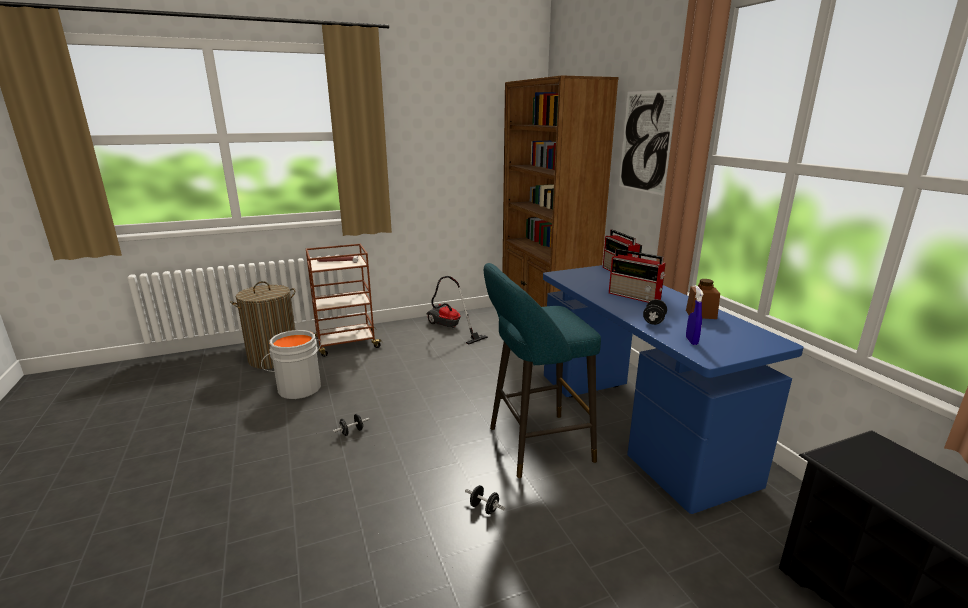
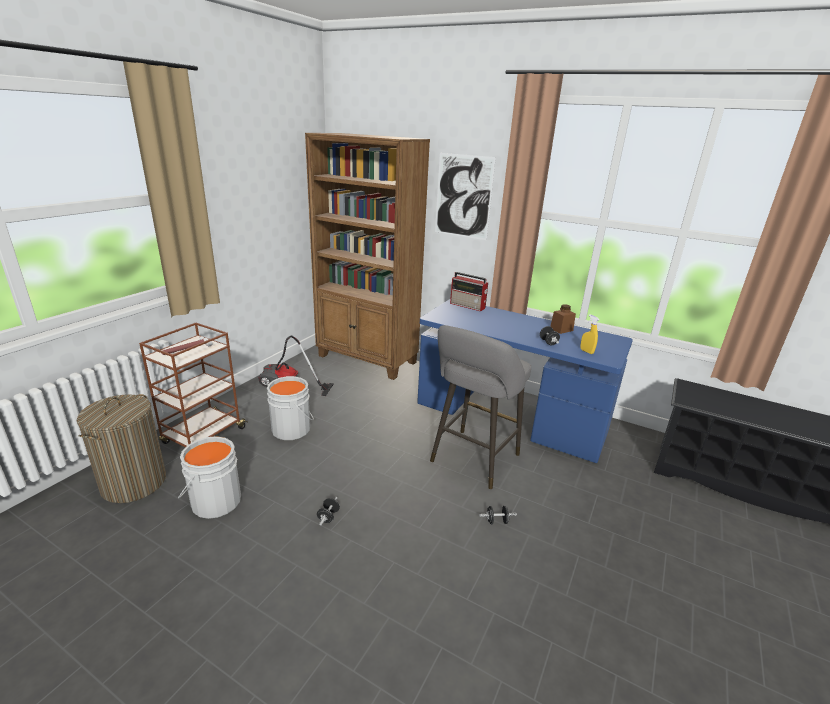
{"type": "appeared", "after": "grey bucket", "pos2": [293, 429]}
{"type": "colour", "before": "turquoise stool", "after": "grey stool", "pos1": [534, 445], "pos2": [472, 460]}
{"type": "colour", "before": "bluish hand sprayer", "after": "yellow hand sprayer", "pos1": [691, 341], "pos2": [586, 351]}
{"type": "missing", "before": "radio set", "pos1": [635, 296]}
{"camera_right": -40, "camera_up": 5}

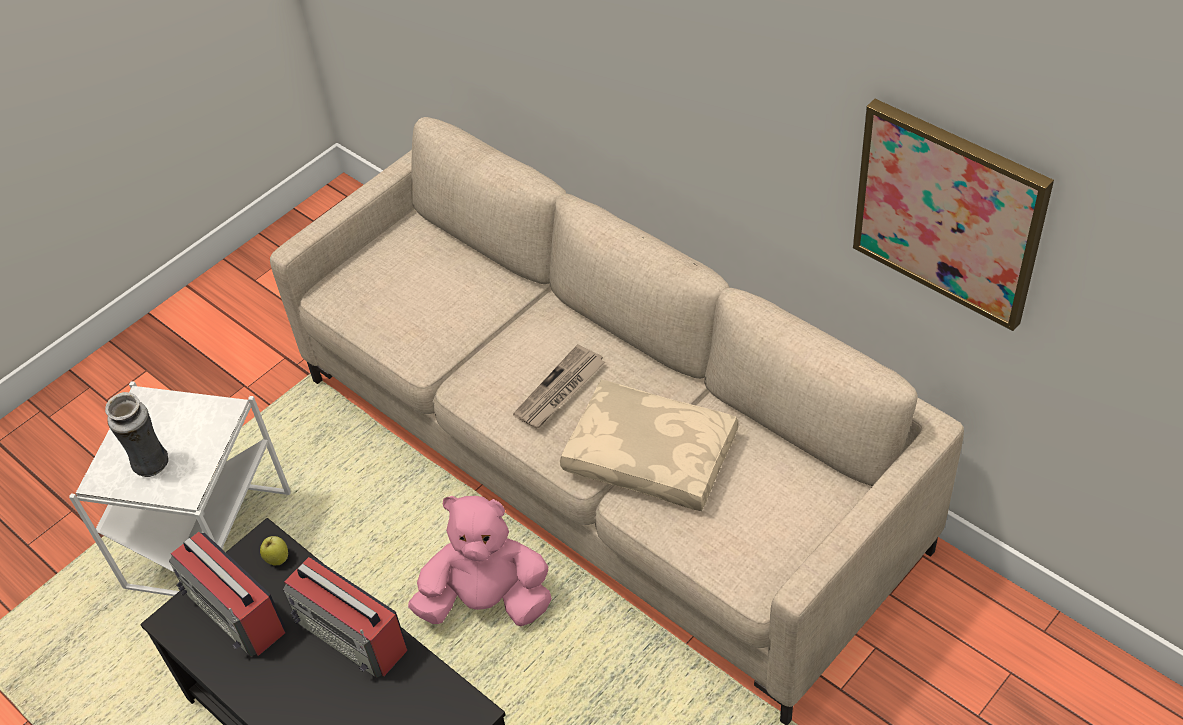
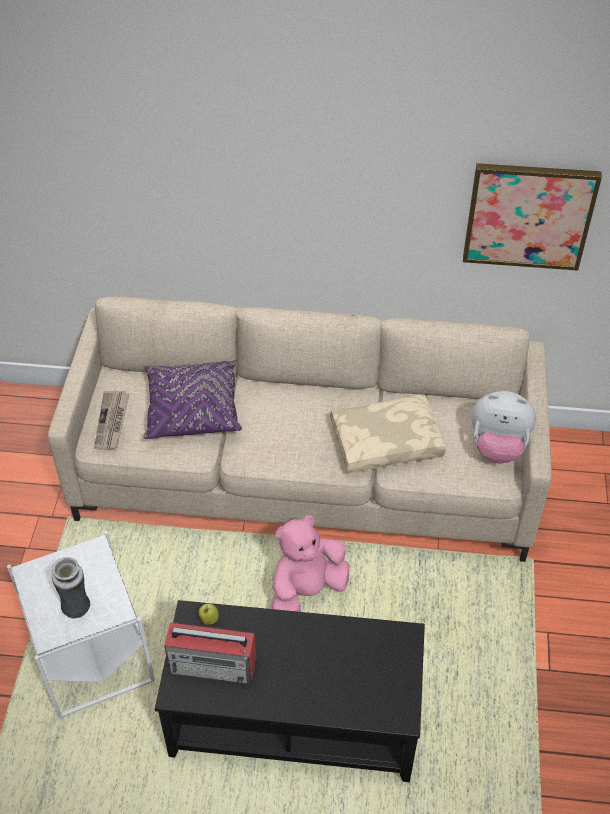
{"type": "relocated", "before": "newspaper", "pos1": [560, 390], "pos2": [112, 422]}
{"type": "appeared", "after": "purple-coloured pillow", "pos2": [192, 409]}
{"type": "appeared", "after": "cuddly toy", "pos2": [498, 447]}
{"type": "missing", "before": "radio set", "pos1": [353, 636]}
{"camera_right": -40, "camera_up": 0}

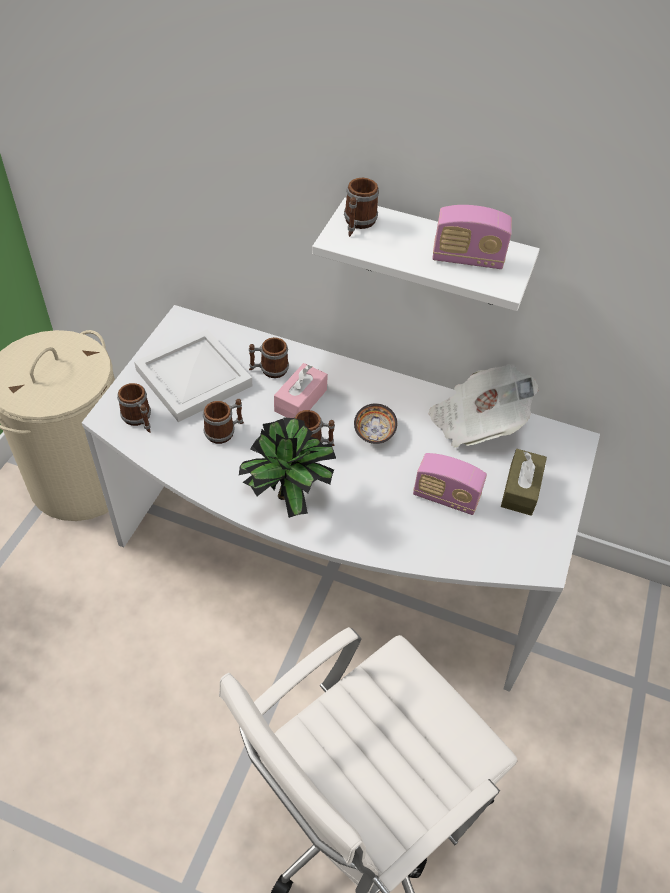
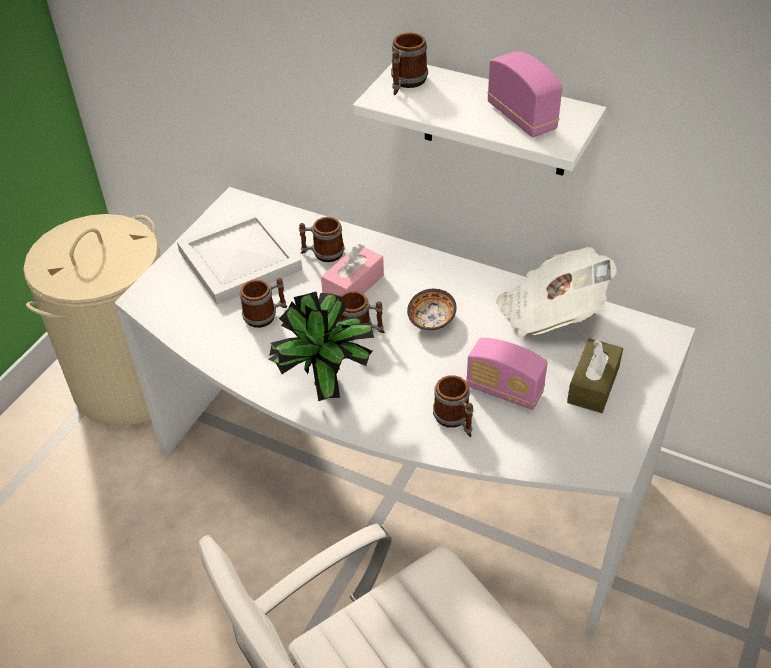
{"type": "relocated", "before": "mug", "pos1": [139, 420], "pos2": [455, 420]}
{"type": "spun", "before": "radio set", "pos1": [467, 259], "pos2": [521, 117], "turn": -135}
{"camera_right": 10, "camera_up": -5}

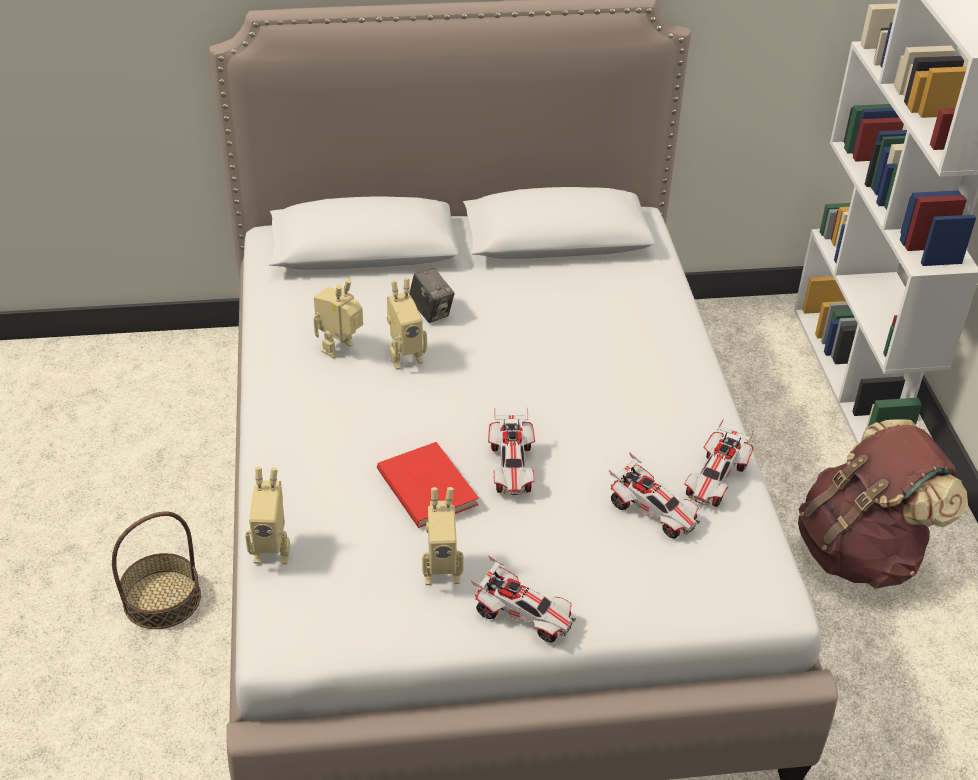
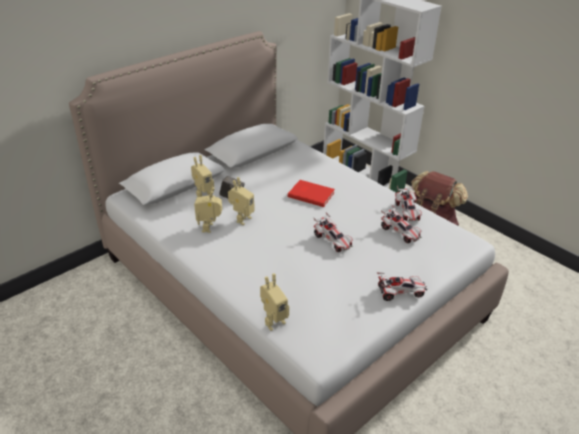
{"type": "relocated", "before": "robot figure", "pos1": [441, 571], "pos2": [203, 195]}
{"type": "relocated", "before": "red-coloured book", "pos1": [429, 485], "pos2": [311, 194]}
{"type": "spun", "before": "miniature car", "pos1": [653, 512], "pos2": [400, 232], "turn": 45}
{"type": "missing", "before": "basket", "pos1": [162, 599]}
{"camera_right": -35, "camera_up": -5}

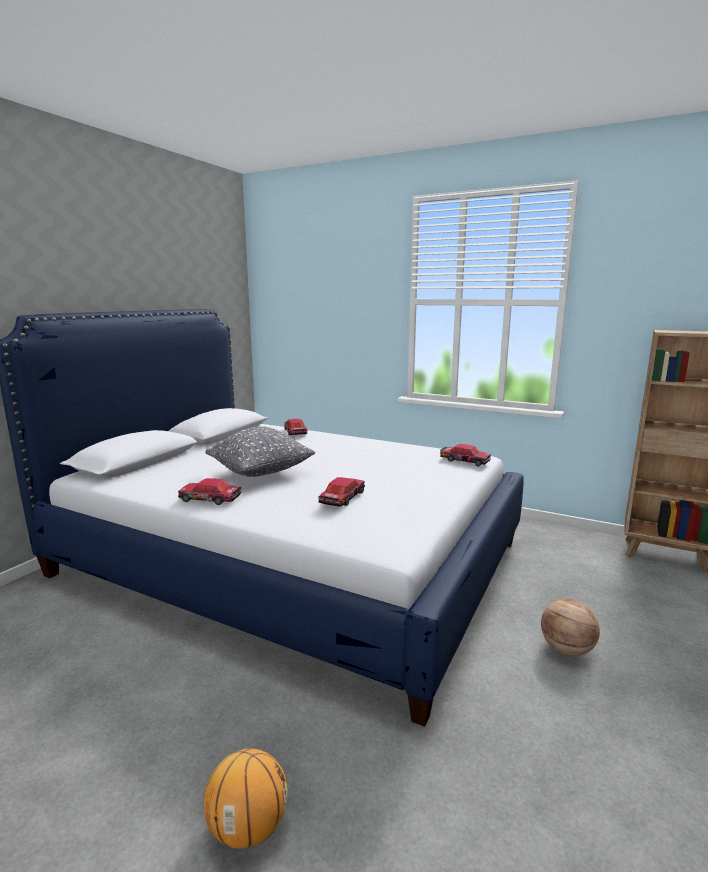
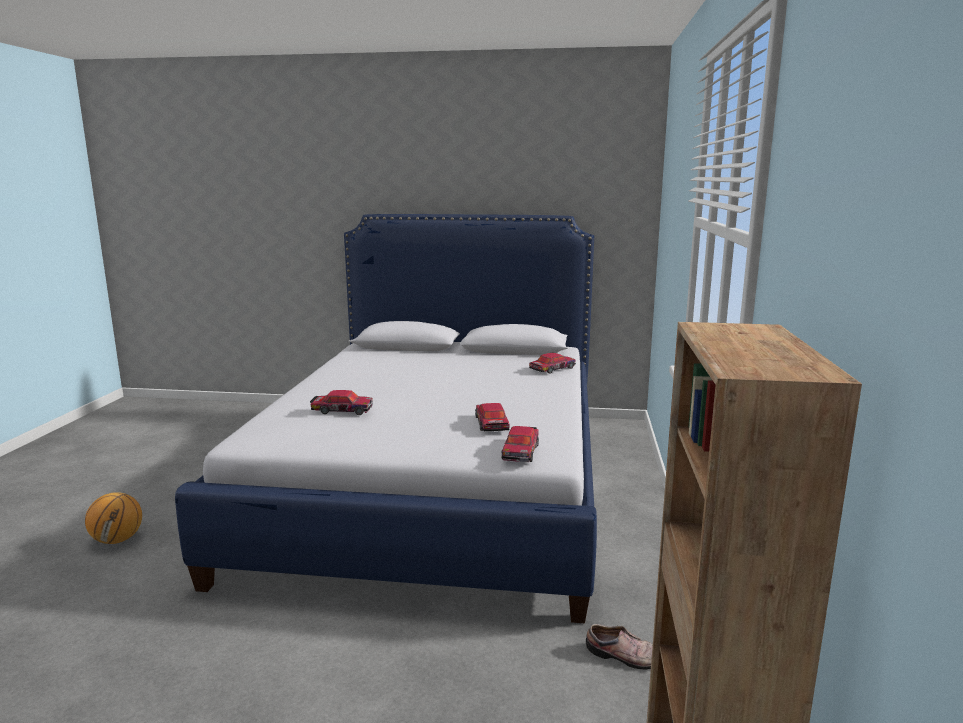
{"type": "relocated", "before": "miniature car", "pos1": [210, 499], "pos2": [491, 424]}
{"type": "appeared", "after": "shoe", "pos2": [625, 657]}
{"type": "missing", "before": "grey pillow", "pos1": [260, 473]}
{"type": "missing", "before": "basketball", "pos1": [566, 649]}
{"camera_right": 70, "camera_up": 0}

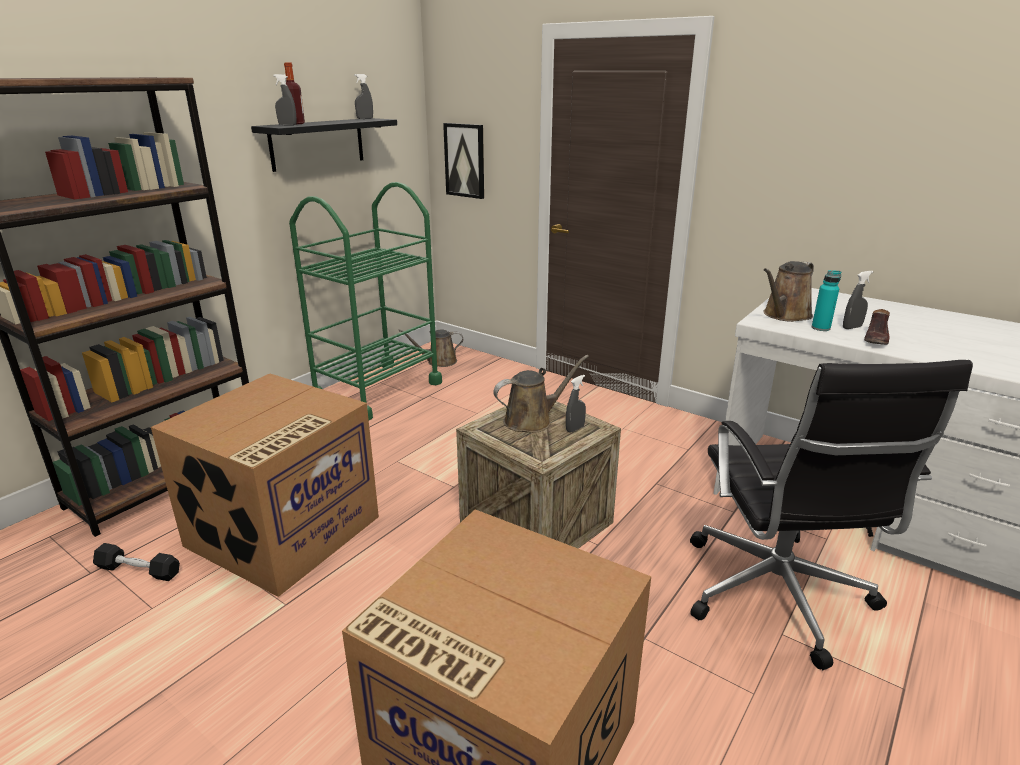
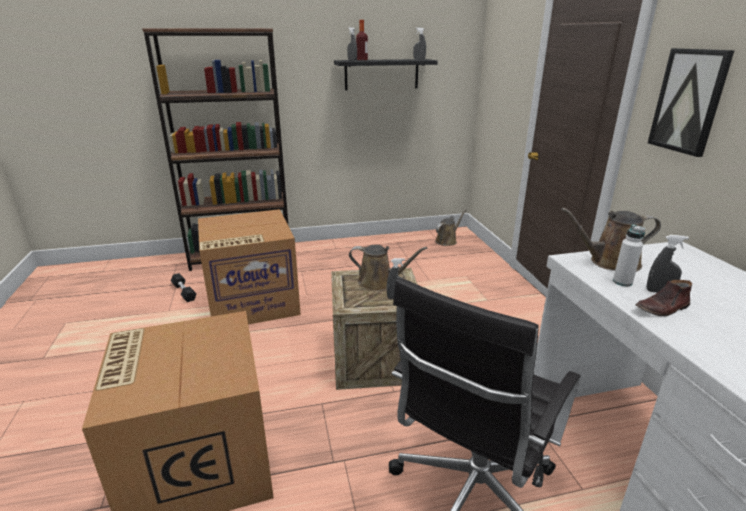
{"type": "spun", "before": "brown watering can", "pos1": [439, 362], "pos2": [447, 241], "turn": 105}
{"type": "colour", "before": "turquoise beverage bottle", "after": "white-coloured beverage bottle", "pos1": [820, 328], "pos2": [622, 282]}
{"type": "relocated", "before": "wall art", "pos1": [465, 160], "pos2": [689, 101]}
{"type": "missing", "before": "green wheeled cart", "pos1": [377, 390]}
{"camera_right": 40, "camera_up": 0}

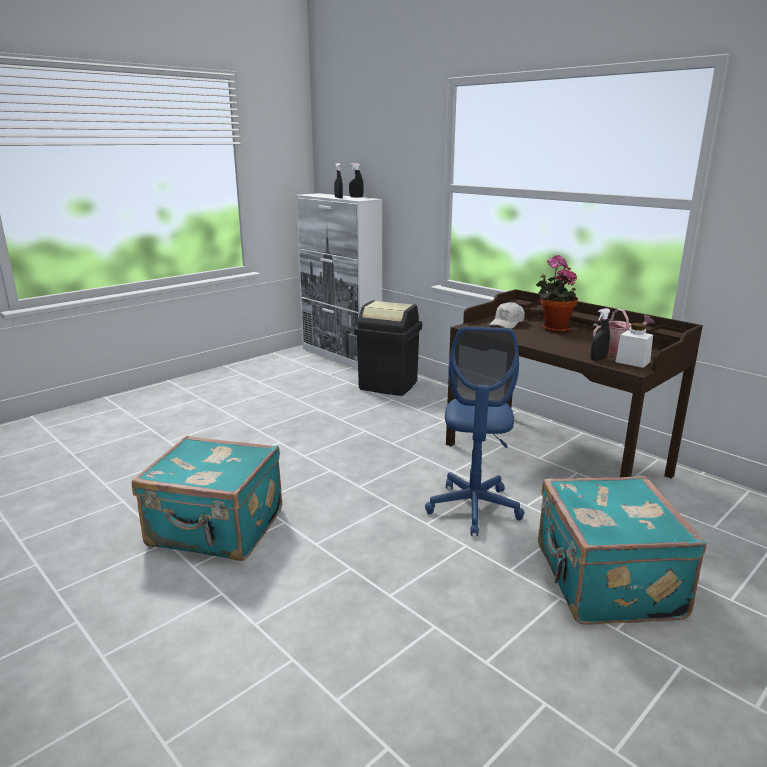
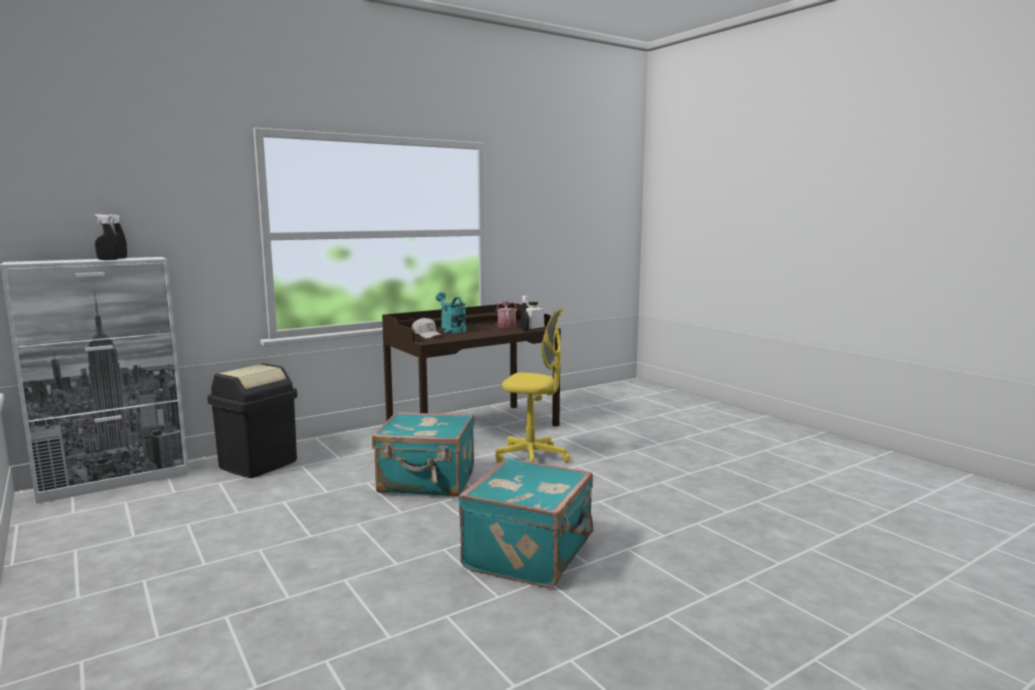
{"type": "relocated", "before": "turquoise travel case", "pos1": [604, 582], "pos2": [427, 482]}
{"type": "exchanged", "before": "houseplant", "after": "turquoise watering can", "pos1": [553, 329], "pos2": [451, 330]}
{"type": "colour", "before": "bluish desk chair", "after": "yellow desk chair", "pos1": [474, 508], "pos2": [532, 458]}
{"camera_right": -80, "camera_up": -10}

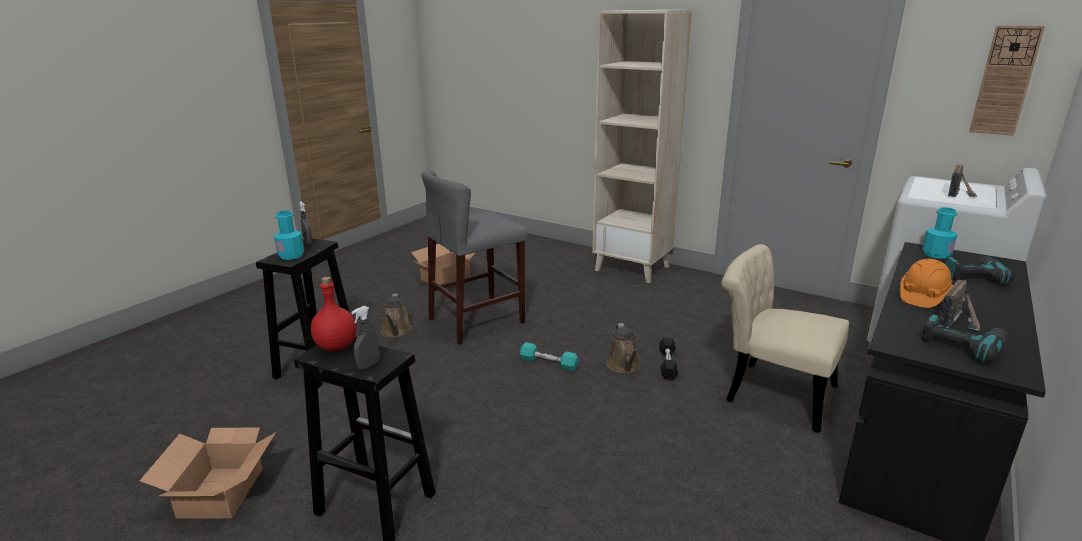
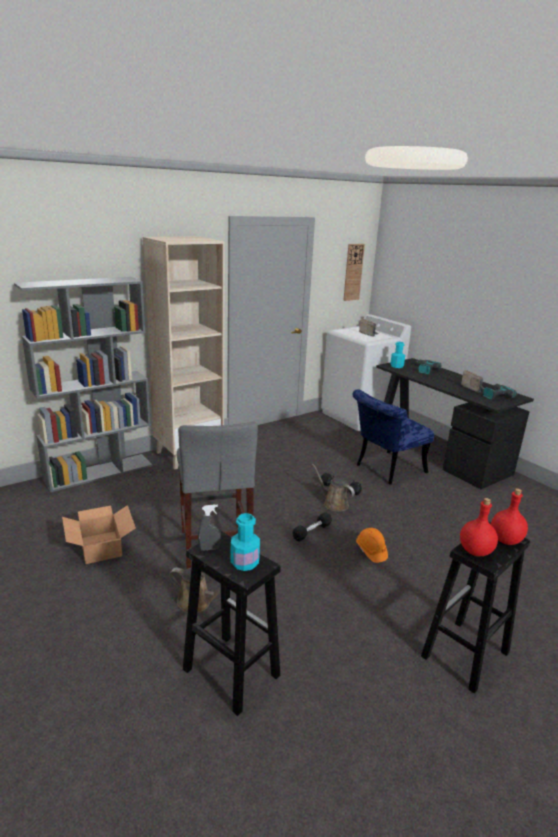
{"type": "appeared", "after": "grey bookcase", "pos2": [99, 472]}
{"type": "colour", "before": "turquoise free weight", "after": "black free weight", "pos1": [548, 363], "pos2": [312, 531]}
{"type": "spun", "before": "brown watering can", "pos1": [624, 366], "pos2": [334, 503], "turn": -150}
{"type": "colour", "before": "beige upright chair", "after": "bluish upright chair", "pos1": [770, 391], "pos2": [385, 469]}
{"type": "relocated", "before": "orange-coloured safety helmet", "pos1": [922, 296], "pos2": [371, 551]}
{"type": "exchanged", "before": "grey hand sprayer", "after": "red-coloured beverage bottle", "pos1": [368, 365], "pos2": [506, 540]}
{"type": "missing", "before": "carton", "pos1": [222, 492]}
{"camera_right": -70, "camera_up": 0}

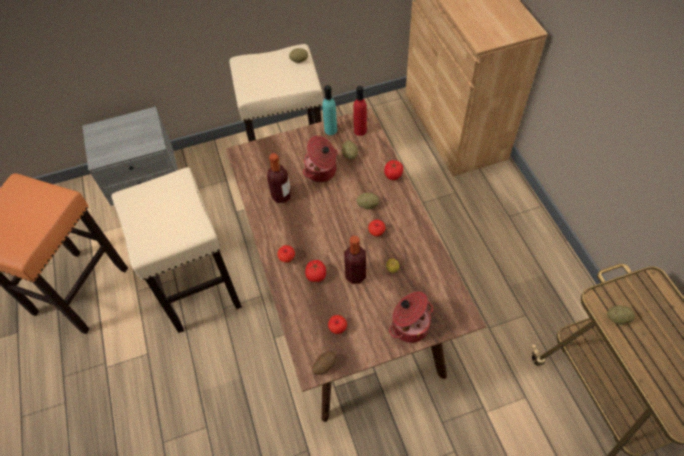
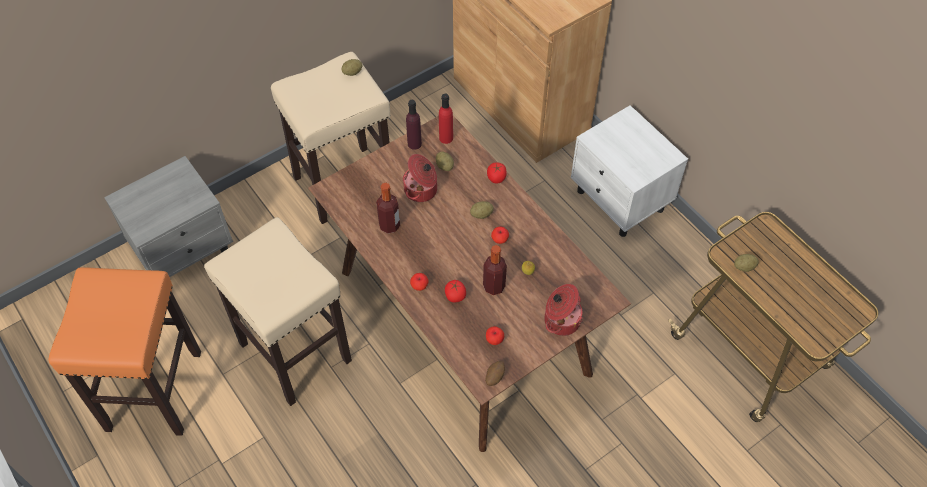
{"type": "colour", "before": "turquoise beverage bottle", "after": "purple-coloured beverage bottle", "pos1": [330, 130], "pos2": [414, 144]}
{"type": "appeared", "after": "white-coloured night table", "pos2": [620, 201]}
{"camera_right": -20, "camera_up": 0}

